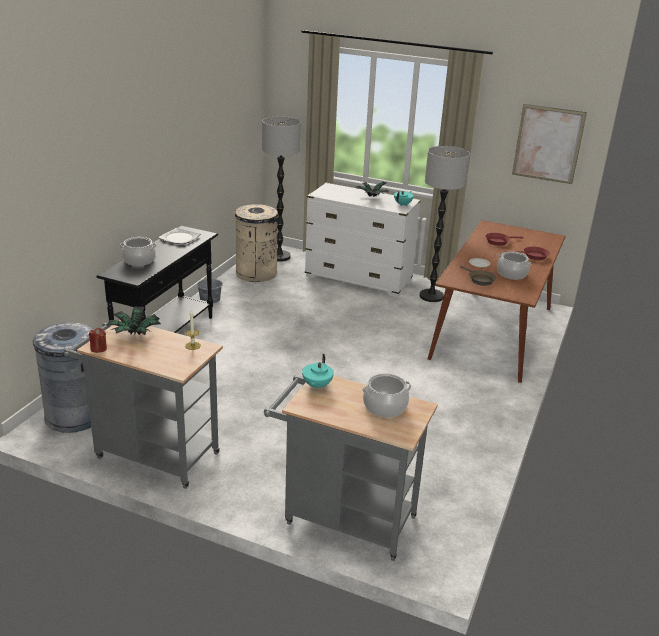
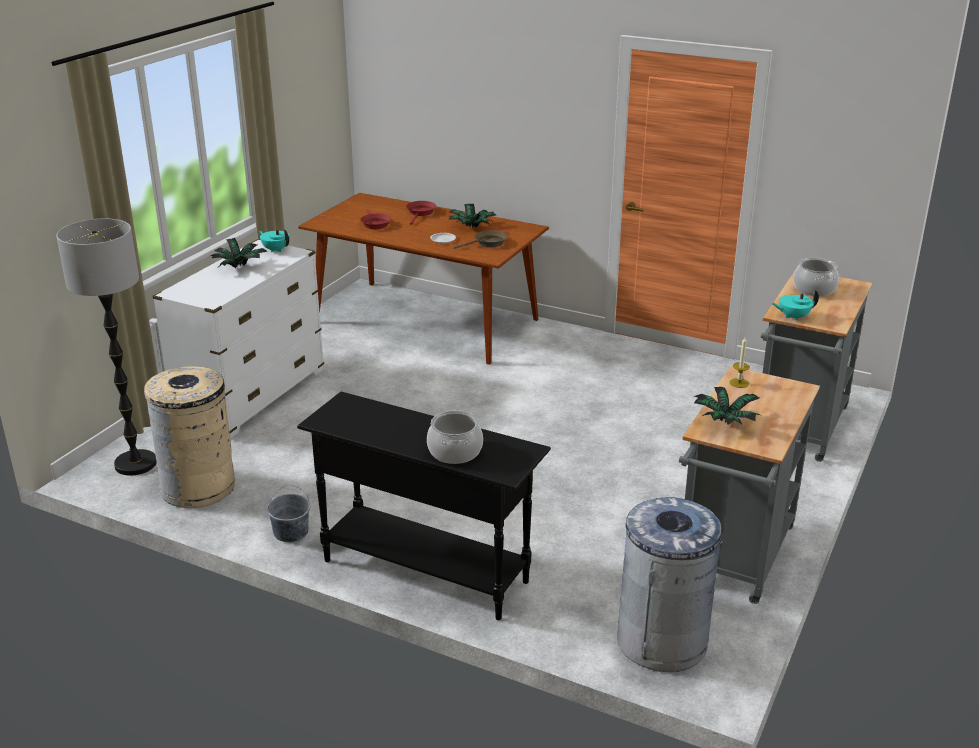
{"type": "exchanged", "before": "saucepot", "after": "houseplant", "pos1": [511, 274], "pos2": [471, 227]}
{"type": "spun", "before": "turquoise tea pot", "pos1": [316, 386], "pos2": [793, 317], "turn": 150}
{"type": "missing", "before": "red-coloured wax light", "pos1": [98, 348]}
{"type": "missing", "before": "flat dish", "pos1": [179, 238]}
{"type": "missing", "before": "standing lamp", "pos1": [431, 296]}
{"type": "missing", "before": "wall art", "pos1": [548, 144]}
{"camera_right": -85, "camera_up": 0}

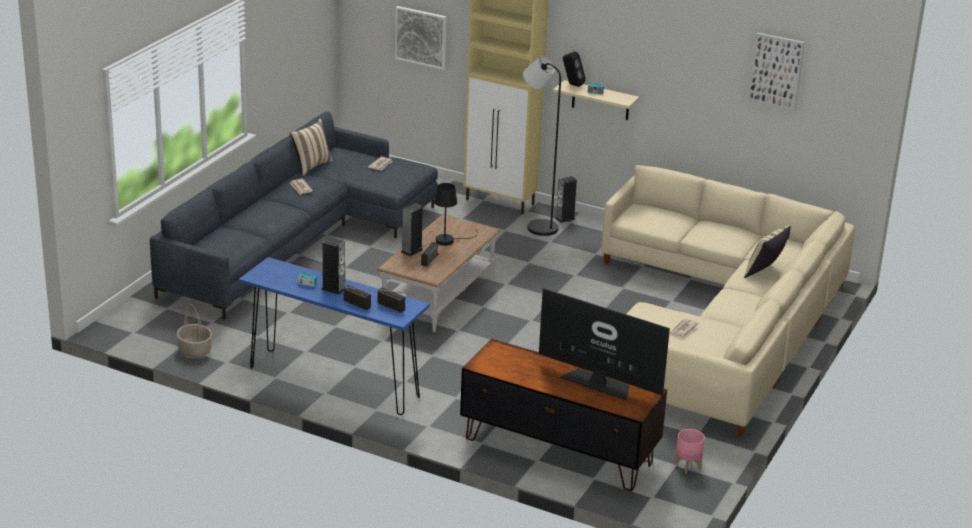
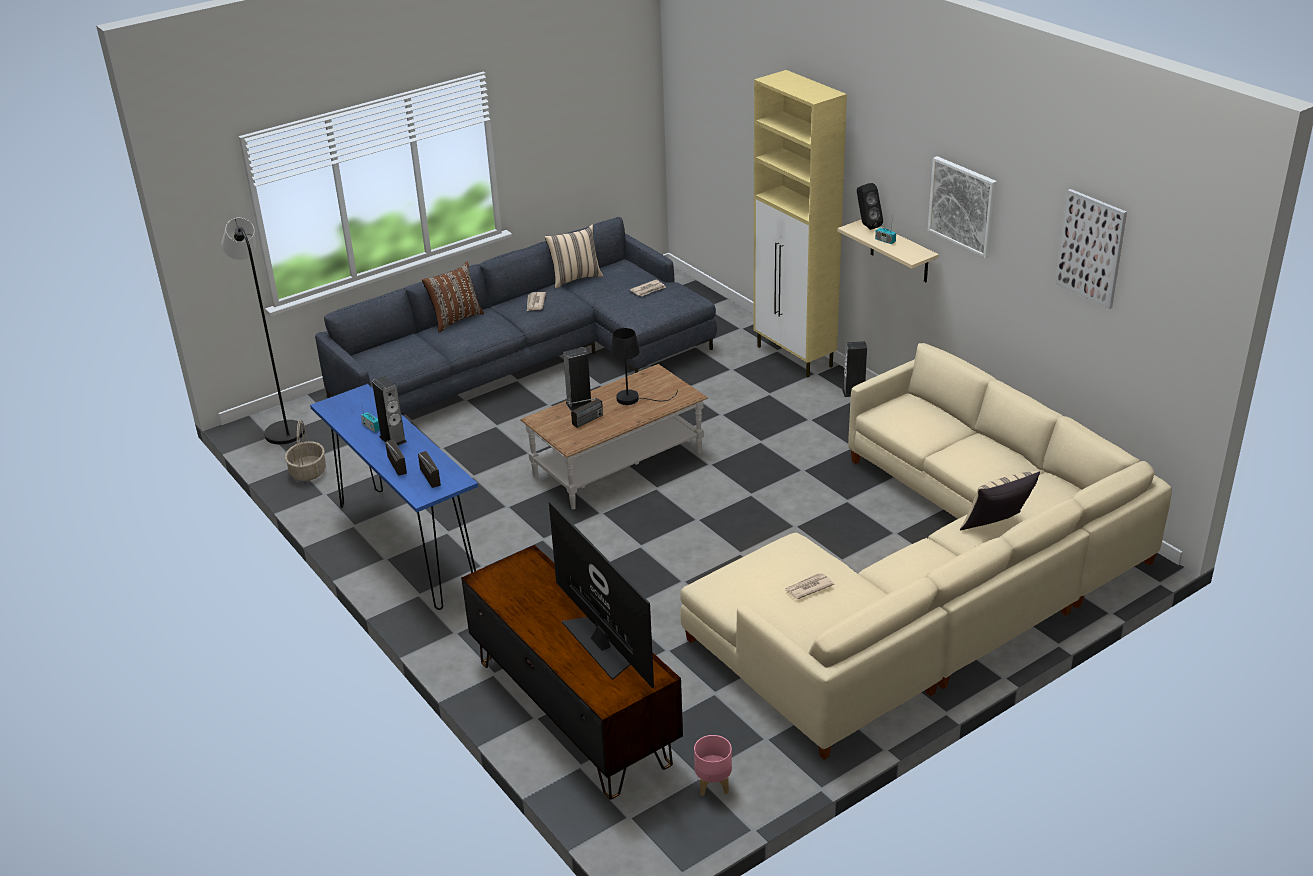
{"type": "relocated", "before": "black standing lamp", "pos1": [537, 226], "pos2": [282, 429]}
{"type": "appeared", "after": "brown pillow", "pos2": [455, 319]}
{"type": "relocated", "before": "wall art", "pos1": [421, 37], "pos2": [963, 206]}
{"camera_right": 30, "camera_up": 5}

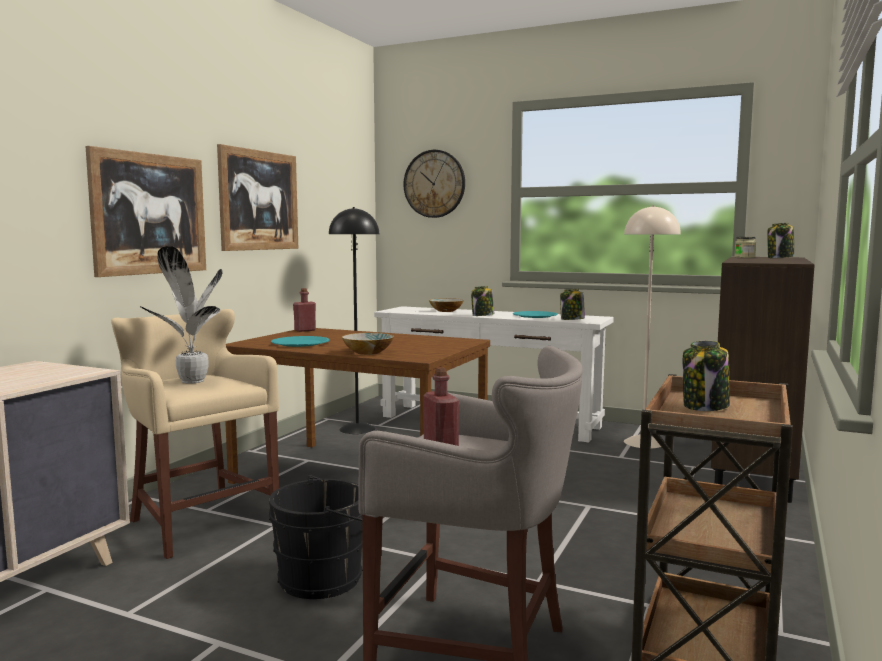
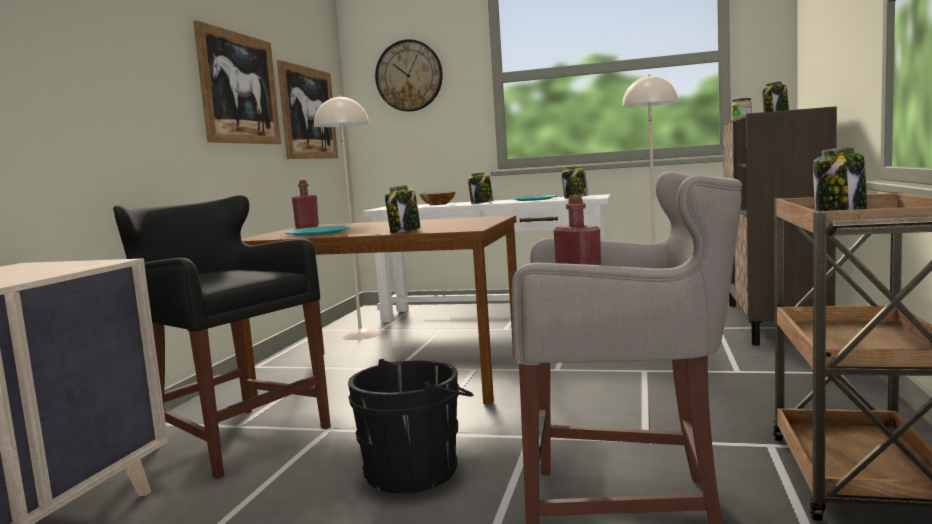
{"type": "colour", "before": "beige stool", "after": "black stool", "pos1": [199, 521], "pos2": [235, 437]}
{"type": "relocated", "before": "wall art", "pos1": [150, 214], "pos2": [308, 113]}
{"type": "colour", "before": "black standing lamp", "after": "beige standing lamp", "pos1": [357, 429], "pos2": [360, 335]}
{"type": "exchanged", "before": "bowl", "after": "storage jar", "pos1": [368, 352], "pos2": [405, 231]}
{"type": "missing", "before": "houseplant", "pos1": [191, 381]}
{"camera_right": -10, "camera_up": 0}

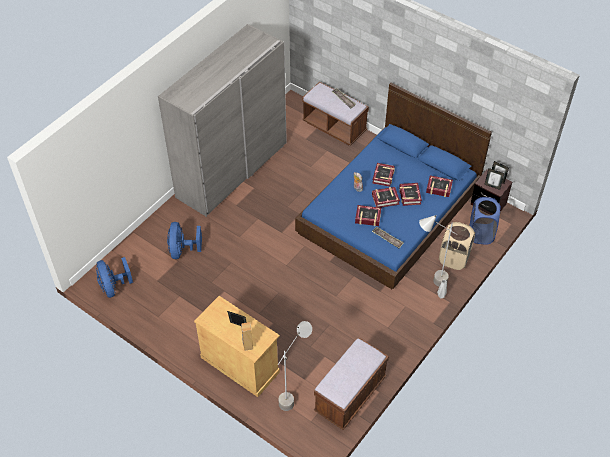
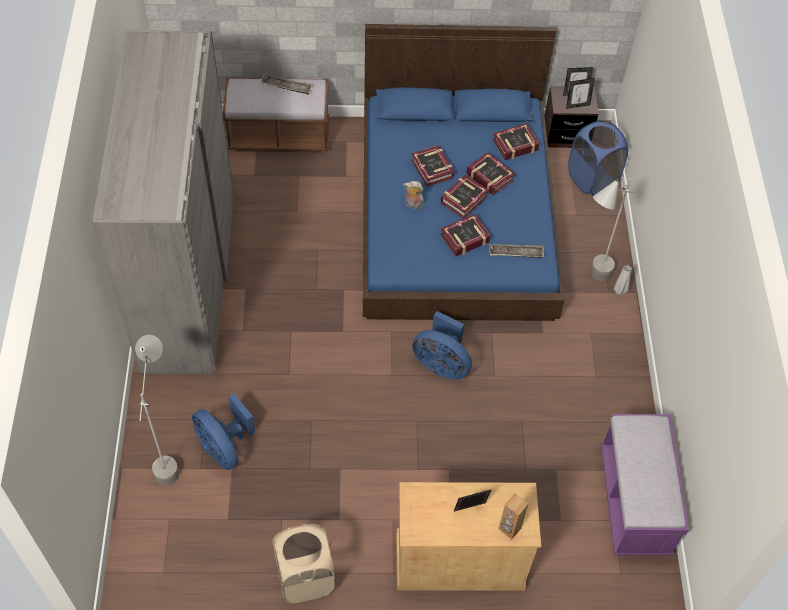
{"type": "relocated", "before": "grey standing lamp", "pos1": [294, 394], "pos2": [169, 455]}
{"type": "relocated", "before": "beige washing basket", "pos1": [454, 259], "pos2": [305, 578]}
{"type": "relocated", "before": "bluish electric fan", "pos1": [113, 287], "pos2": [441, 364]}
{"type": "colour", "before": "brown bench", "after": "purple-coloured bench", "pos1": [350, 395], "pos2": [634, 501]}
{"camera_right": -40, "camera_up": 5}

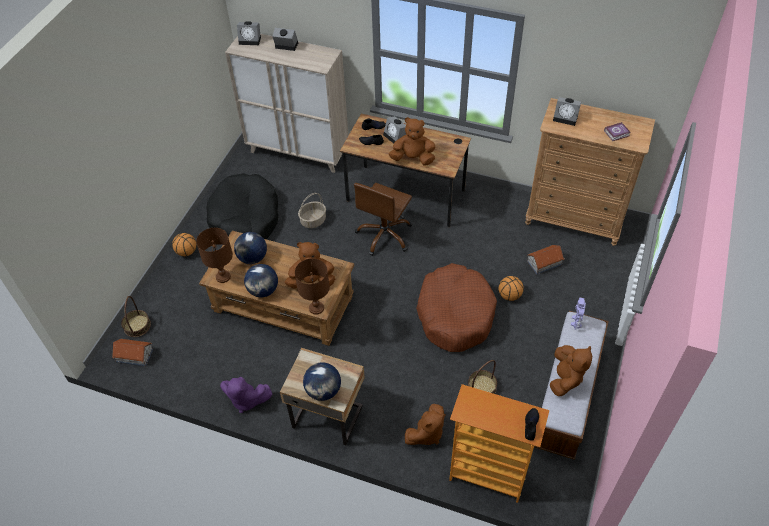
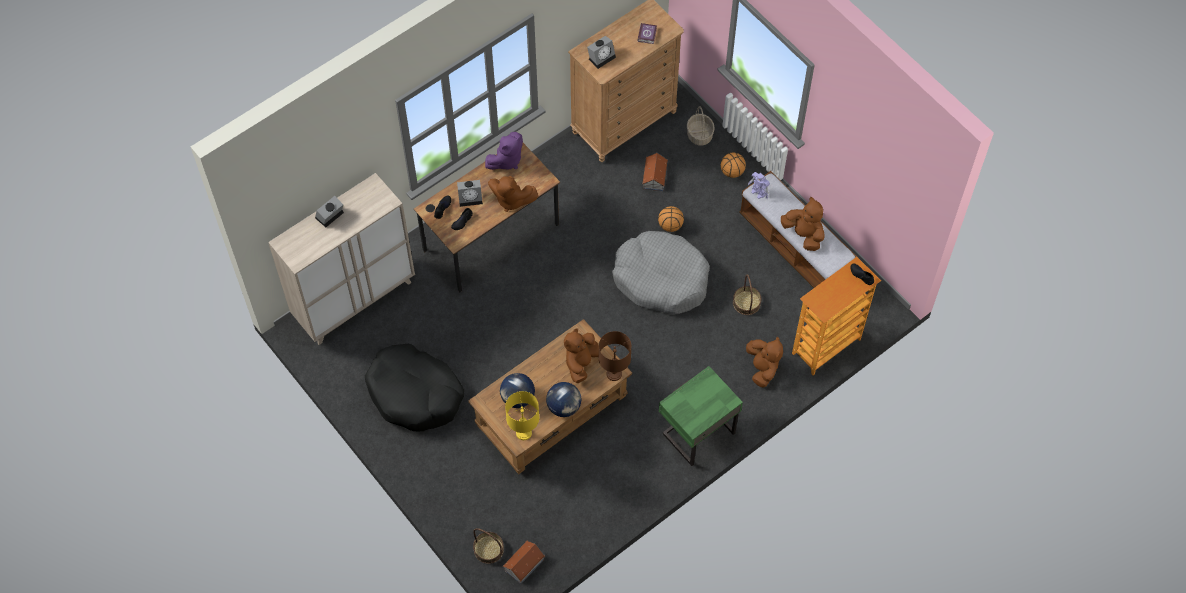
{"type": "relocated", "before": "purple-coloured cuddly toy", "pos1": [246, 400], "pos2": [506, 160]}
{"type": "spun", "before": "brown cuddly toy", "pos1": [413, 158], "pos2": [511, 200], "turn": -105}
{"type": "colour", "before": "brown tabletop lamp", "after": "yellow tabletop lamp", "pos1": [223, 277], "pos2": [524, 433]}
{"type": "colour", "before": "brown pet bed", "after": "grey pet bed", "pos1": [455, 314], "pos2": [661, 279]}
{"type": "colour", "before": "beige night table", "after": "green night table", "pos1": [328, 415], "pos2": [697, 432]}
{"type": "relocated", "before": "basket", "pos1": [313, 220], "pos2": [699, 135]}
{"type": "relocated", "before": "basketball", "pos1": [187, 252], "pos2": [732, 172]}
{"type": "missing", "before": "table clock", "pos1": [251, 40]}
{"type": "missing", "before": "world globe", "pos1": [323, 391]}
{"type": "missing", "before": "brown desk chair", "pos1": [384, 235]}
{"camera_right": -60, "camera_up": 10}

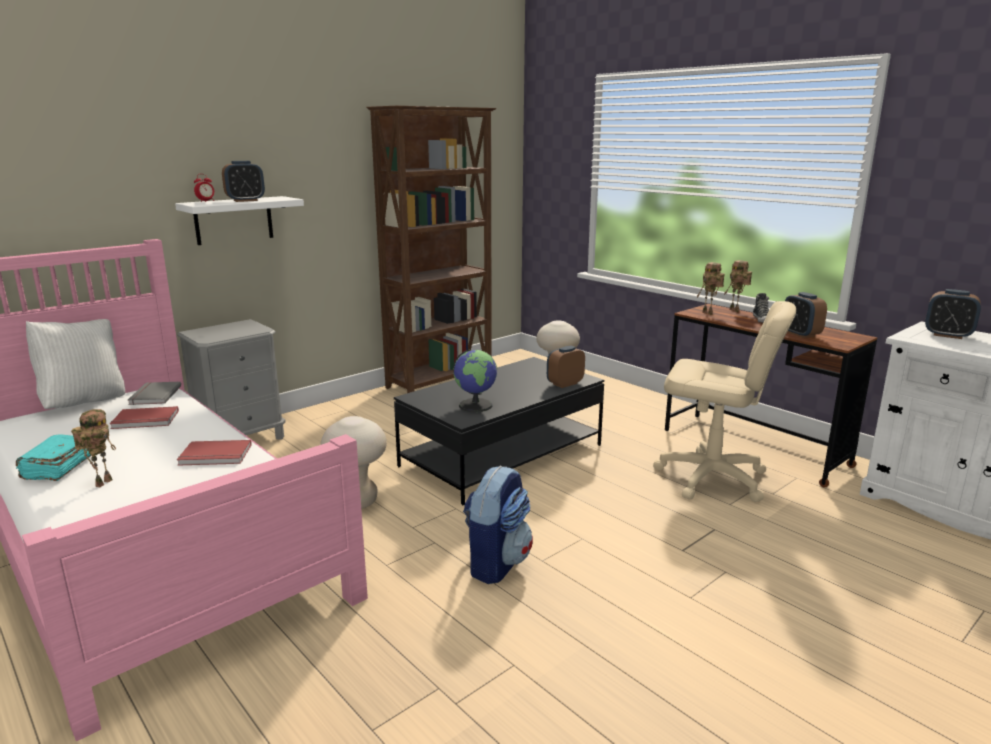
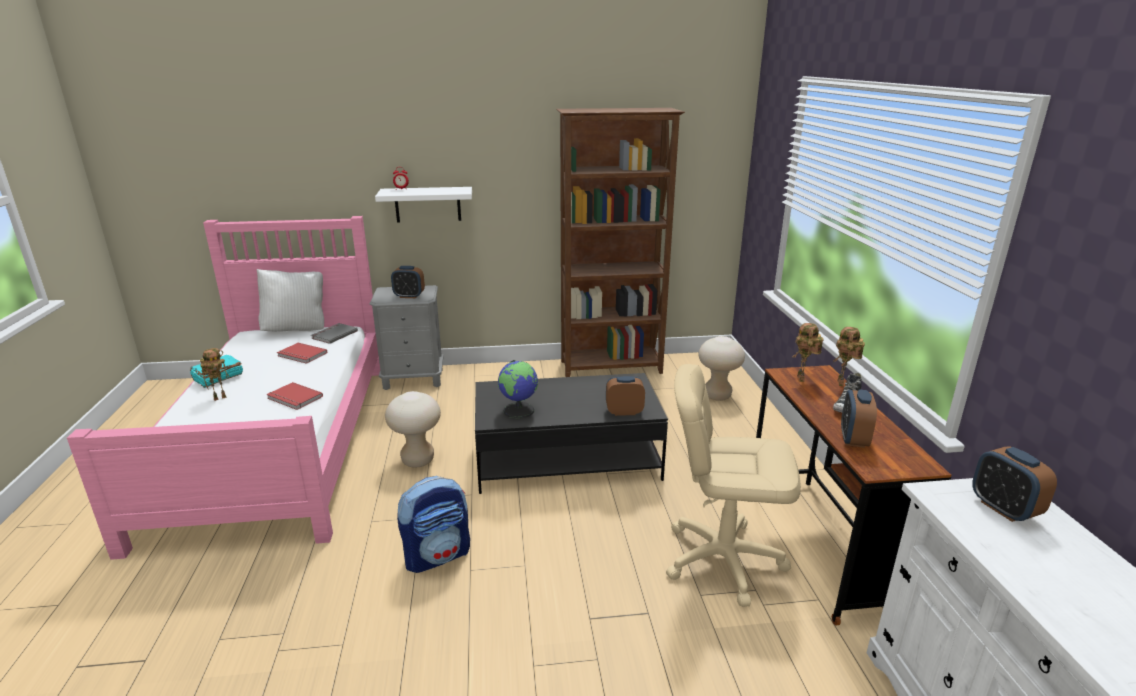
{"type": "relocated", "before": "table clock", "pos1": [245, 200], "pos2": [409, 296]}
{"type": "spun", "before": "beige desk chair", "pos1": [712, 478], "pos2": [723, 559], "turn": 135}
{"camera_right": 35, "camera_up": 5}

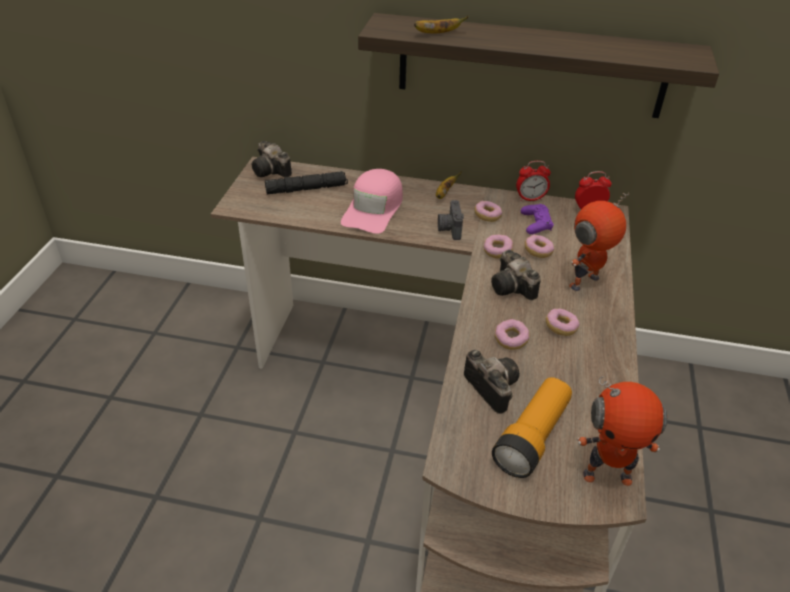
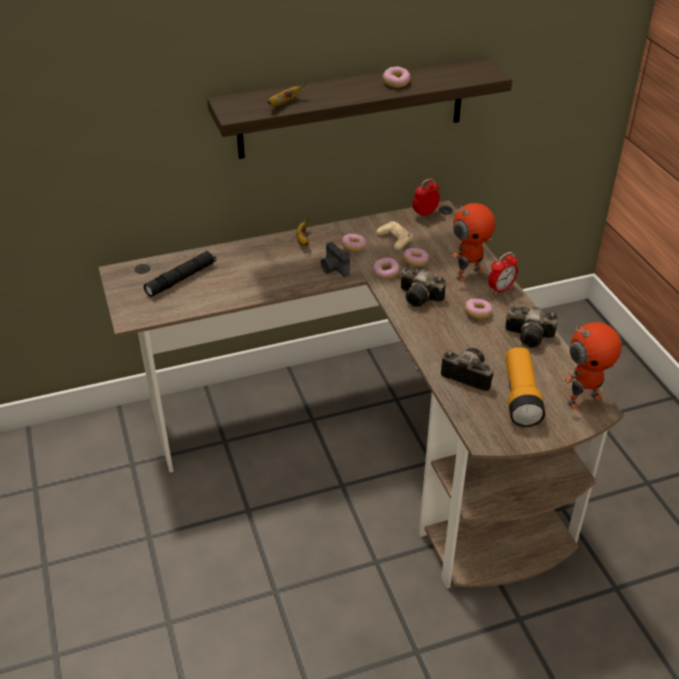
{"type": "colour", "before": "purple-coloured gamepad", "after": "beige gamepad", "pos1": [536, 223], "pos2": [395, 239]}
{"type": "relocated", "before": "donut", "pos1": [510, 340], "pos2": [396, 83]}
{"type": "spun", "before": "robot figure", "pos1": [585, 283], "pos2": [468, 273], "turn": -150}
{"type": "relocated", "before": "table clock", "pos1": [530, 199], "pos2": [501, 289]}
{"type": "relocated", "before": "still camera", "pos1": [272, 171], "pos2": [531, 336]}
{"type": "missing", "before": "pink-coloured baseball cap", "pos1": [374, 209]}
{"camera_right": -30, "camera_up": 0}

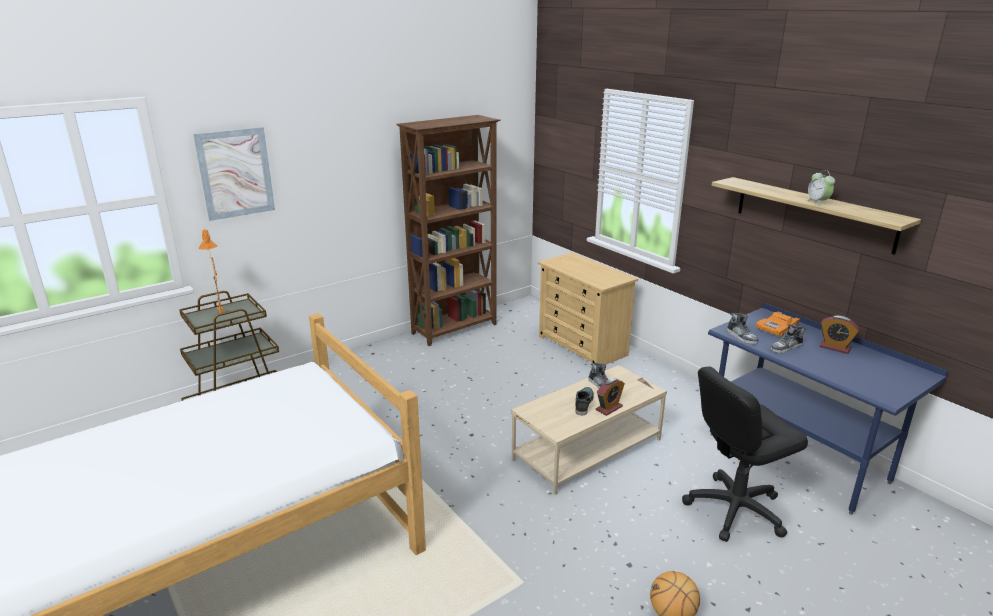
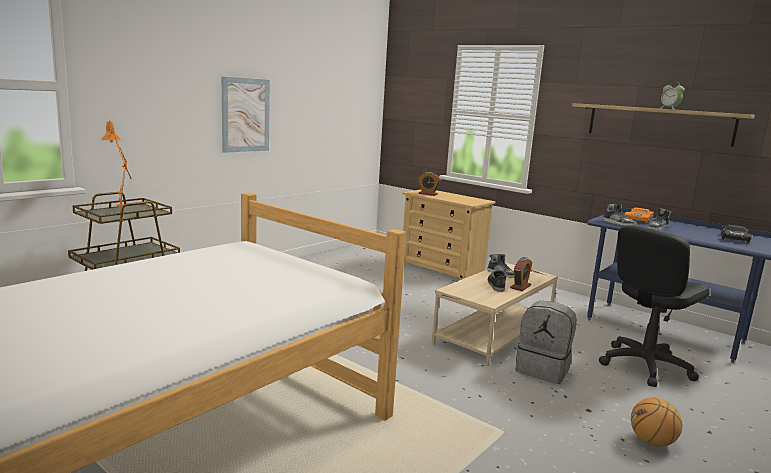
{"type": "relocated", "before": "wall art", "pos1": [235, 173], "pos2": [245, 115]}
{"type": "relocated", "before": "table clock", "pos1": [835, 347], "pos2": [428, 194]}
{"type": "appeared", "after": "grey knapsack", "pos2": [543, 370]}
{"type": "appeared", "after": "black miniature car", "pos2": [734, 238]}
{"type": "missing", "before": "brown bookcase", "pos1": [455, 329]}
{"camera_right": -15, "camera_up": -10}

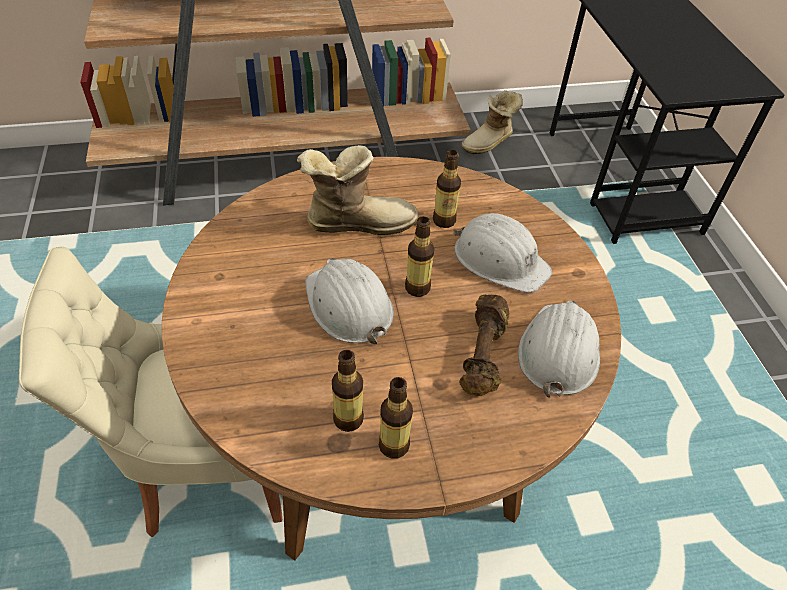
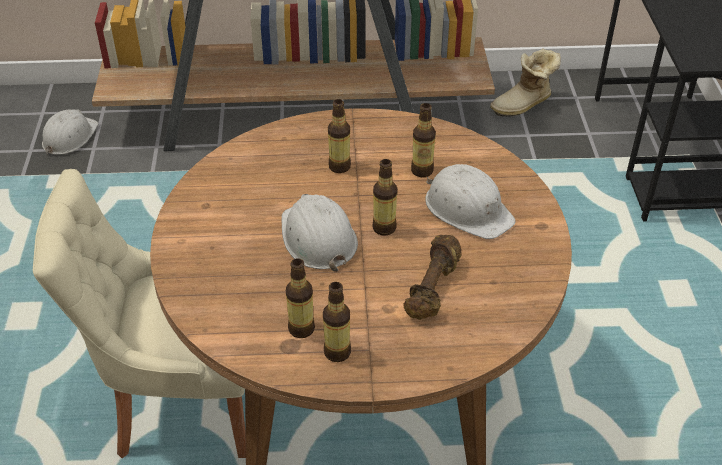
{"type": "relocated", "before": "white-coloured safety helmet", "pos1": [558, 351], "pos2": [69, 137]}
{"type": "exchanged", "before": "high-top boot", "after": "beverage bottle", "pos1": [357, 221], "pos2": [339, 166]}
{"camera_right": 10, "camera_up": -5}

